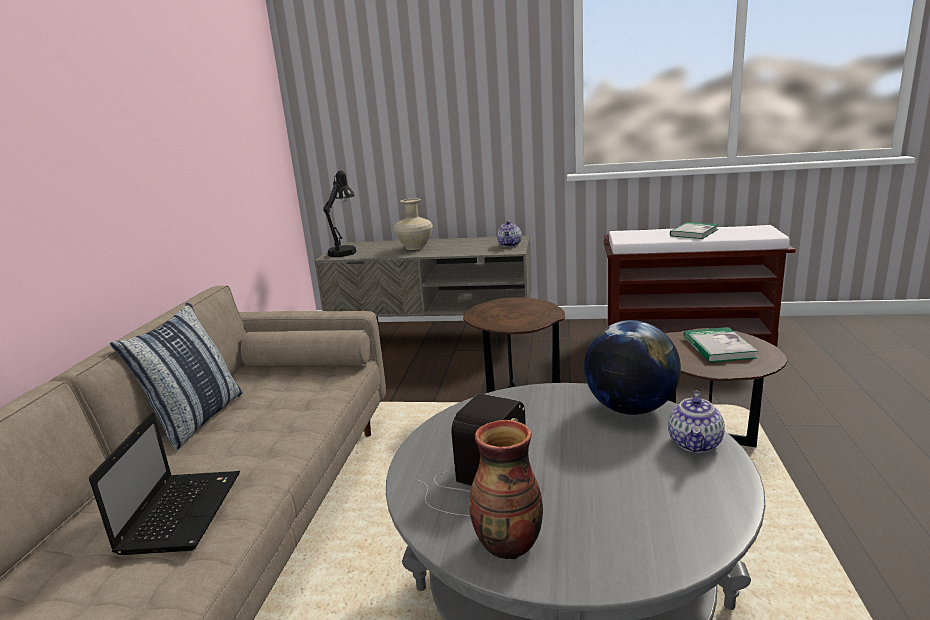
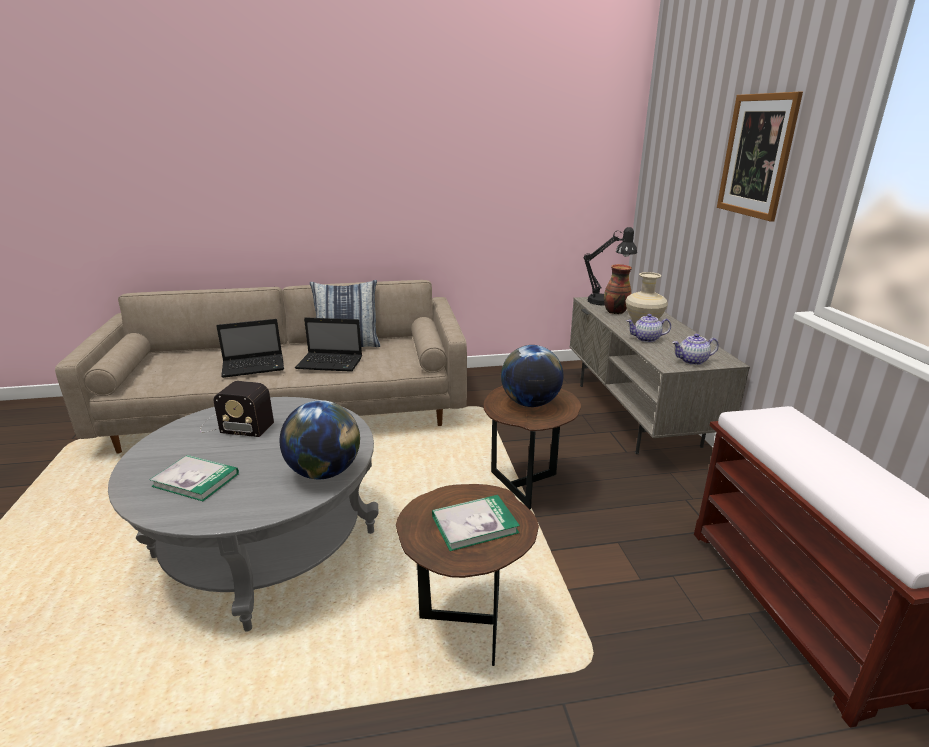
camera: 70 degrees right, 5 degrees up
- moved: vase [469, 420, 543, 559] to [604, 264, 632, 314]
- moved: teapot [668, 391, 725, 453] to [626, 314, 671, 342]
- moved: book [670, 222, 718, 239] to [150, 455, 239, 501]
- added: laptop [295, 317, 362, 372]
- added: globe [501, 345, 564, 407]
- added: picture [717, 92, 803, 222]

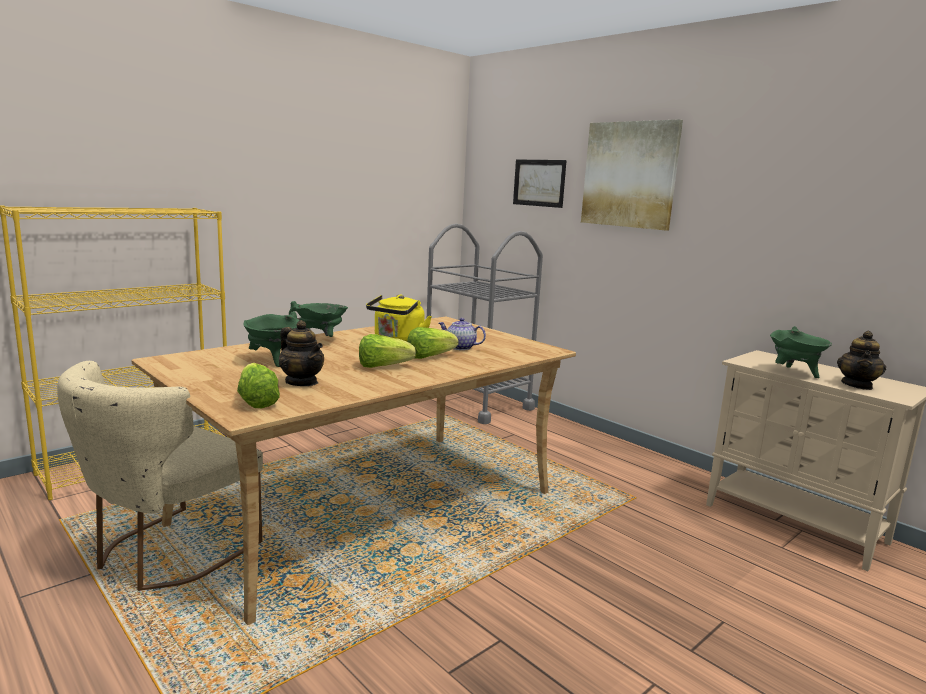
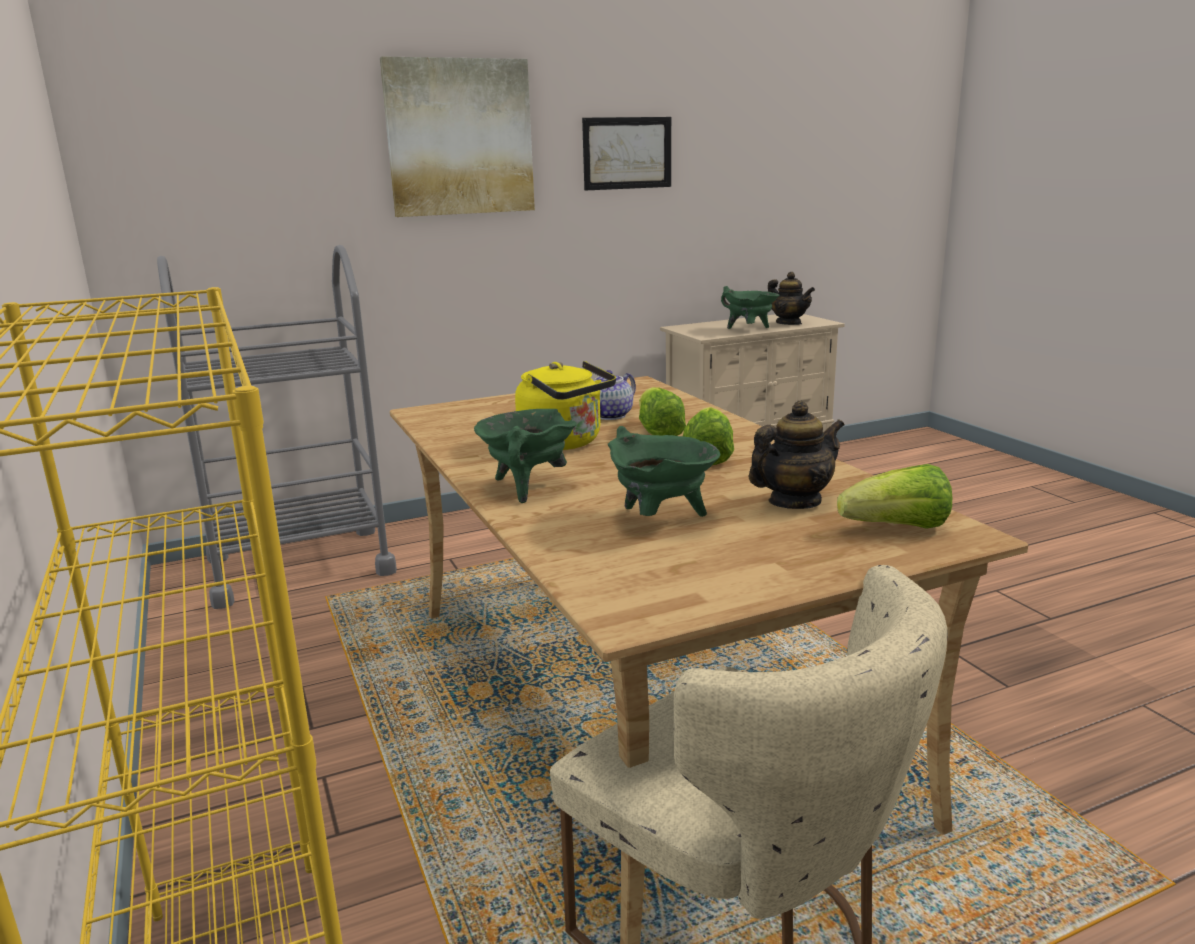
camera: 70 degrees left, 5 degrees up
- moved: picture [513, 160, 567, 208] to [582, 117, 671, 191]

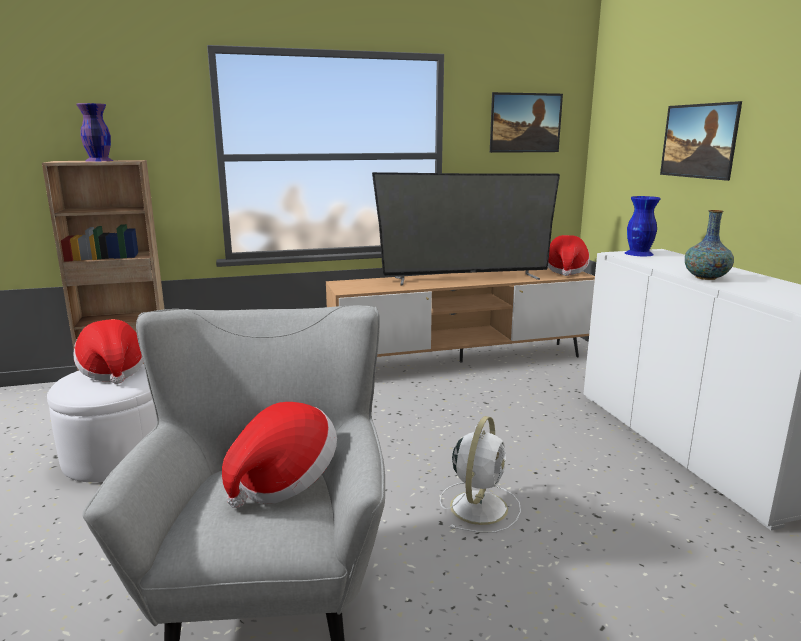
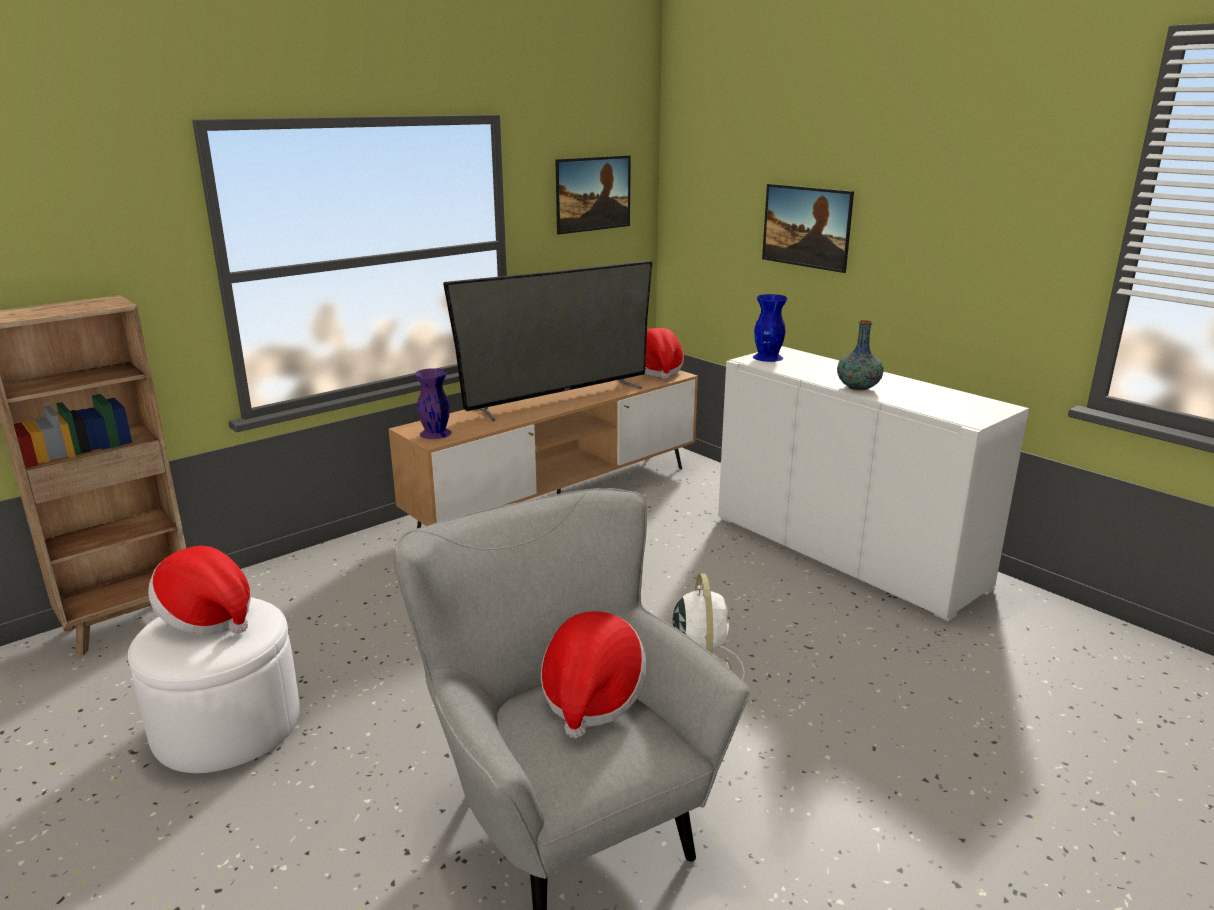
camera: 25 degrees left, 5 degrees up
- moved: vase (purple) [76, 103, 114, 161] to [415, 368, 451, 439]

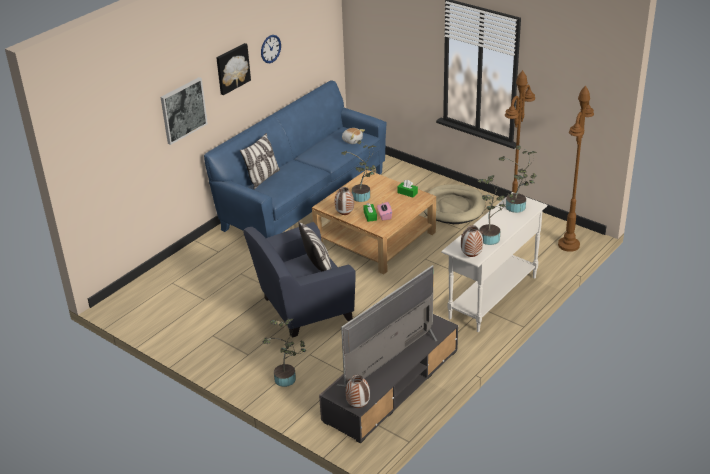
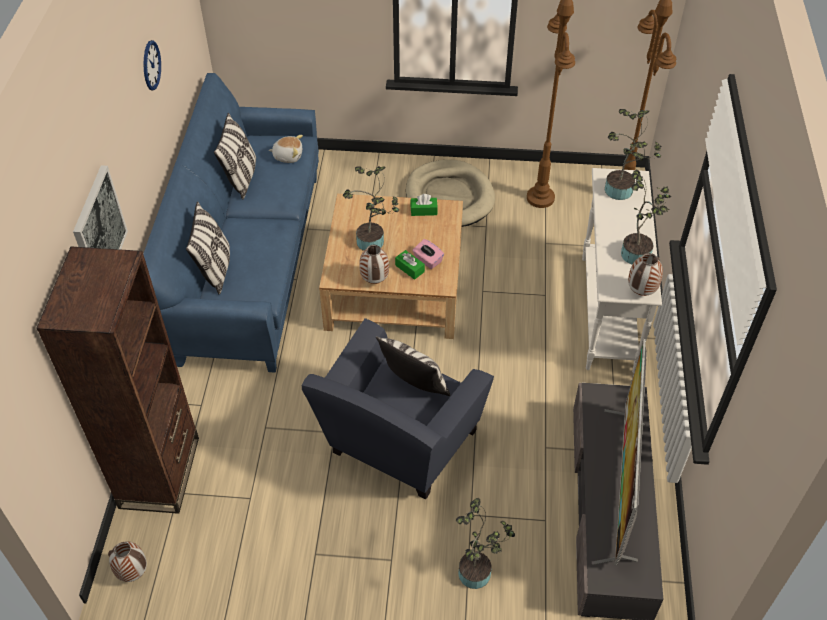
camera: 35 degrees left, 15 degrees up
- removed: picture [216, 43, 251, 95]
- moved: vase [346, 375, 370, 408] to [108, 541, 147, 582]
- added: bookcase (brown) [36, 247, 199, 514]
- added: pillow [214, 113, 256, 200]

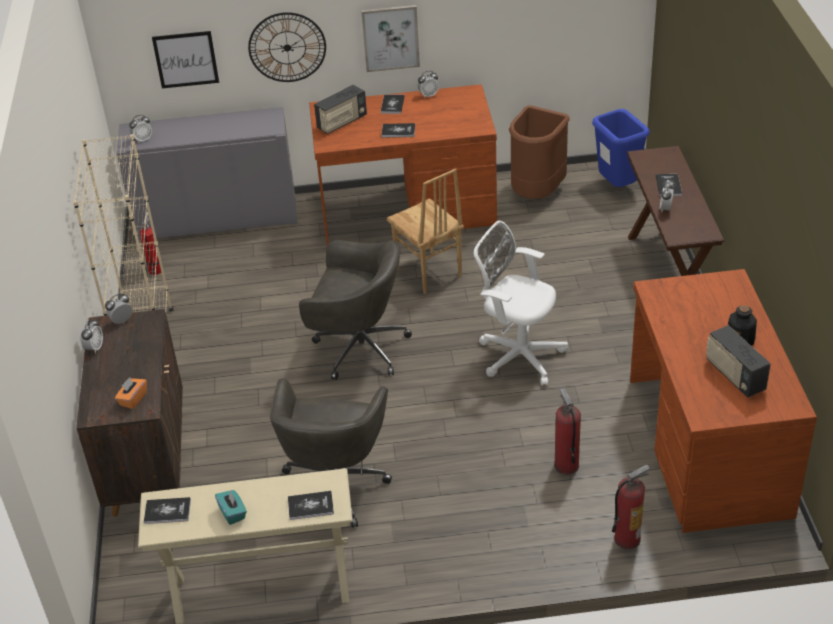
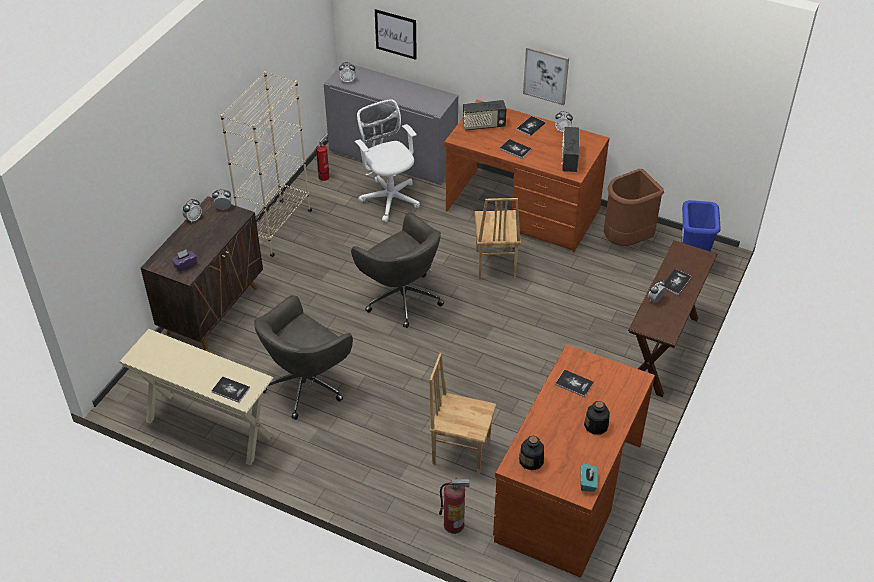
camera: 30 degrees right, 5 degrees up
- recoloured: tissue box (orange) [115, 377, 147, 409] to tissue box (purple) [171, 250, 197, 272]
- moved: book [144, 497, 191, 524] to [555, 370, 594, 397]
- moved: tissue box (turquoise) [215, 490, 247, 525] to [580, 463, 598, 492]
- removed: wall clock [248, 12, 326, 82]
- moved: office chair (white) [474, 221, 568, 386] to [355, 99, 420, 222]
- replaced: fire extinguisher [554, 388, 581, 475] to chair (brown) [430, 353, 497, 475]
- moved: radio [706, 325, 771, 398] to [561, 127, 579, 172]
- added: bottle [519, 436, 544, 470]

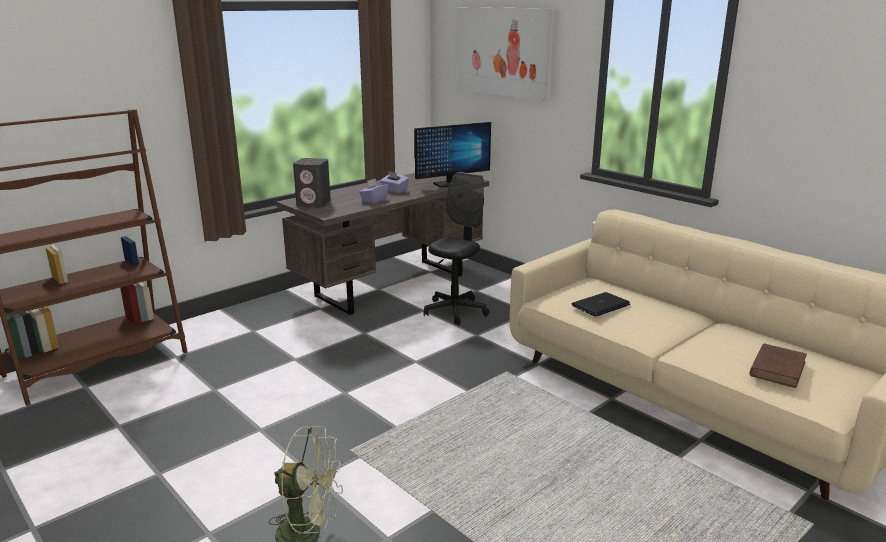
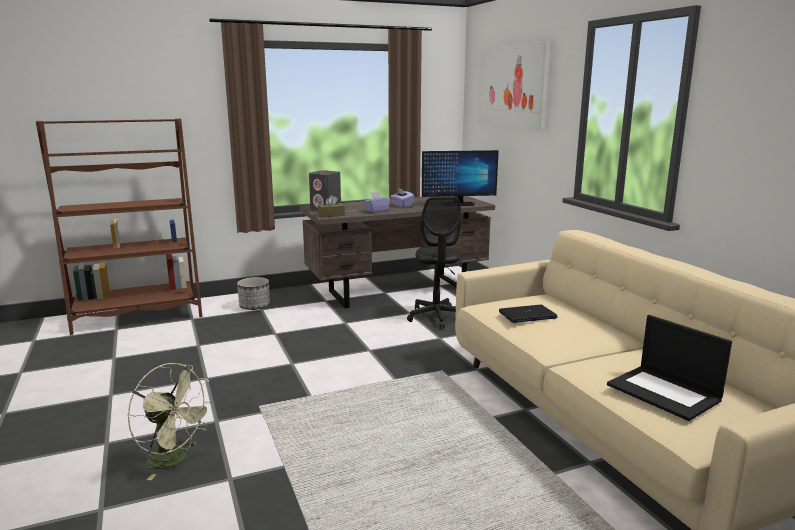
camera: 20 degrees right, 5 degrees down
- turned: office chair (black) [424, 172, 489, 325] = [407, 197, 462, 329] 120 degrees clockwise
- replaced: book (brown) [750, 343, 807, 388] to laptop [607, 315, 732, 421]
- added: planter [237, 277, 270, 310]
- added: tissue box (brown) [318, 195, 345, 217]

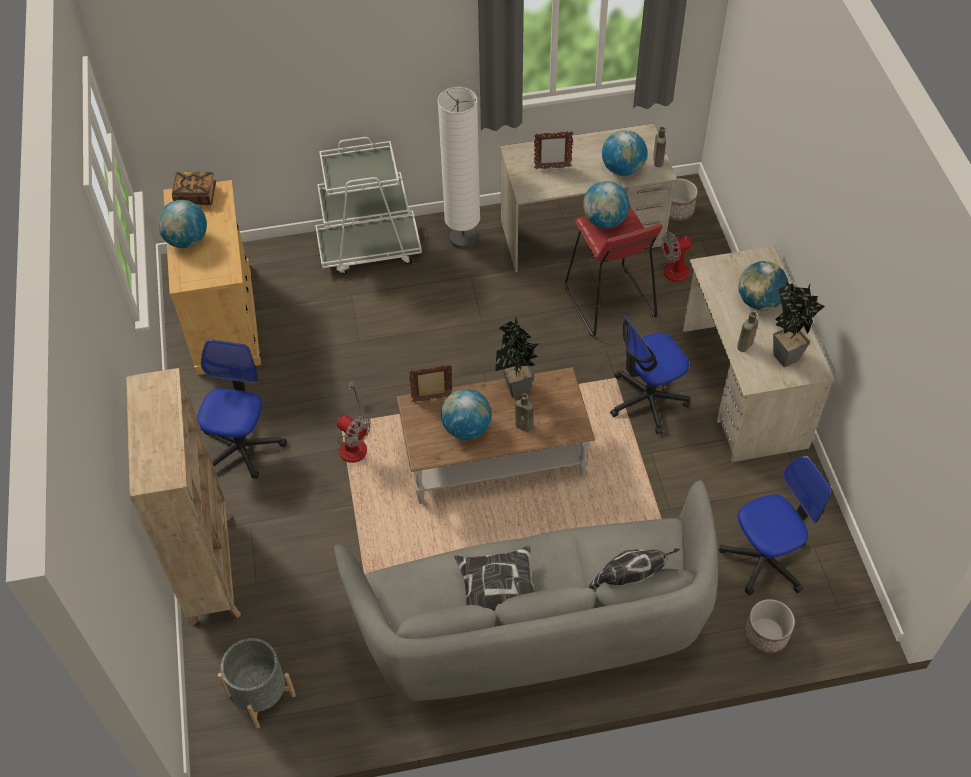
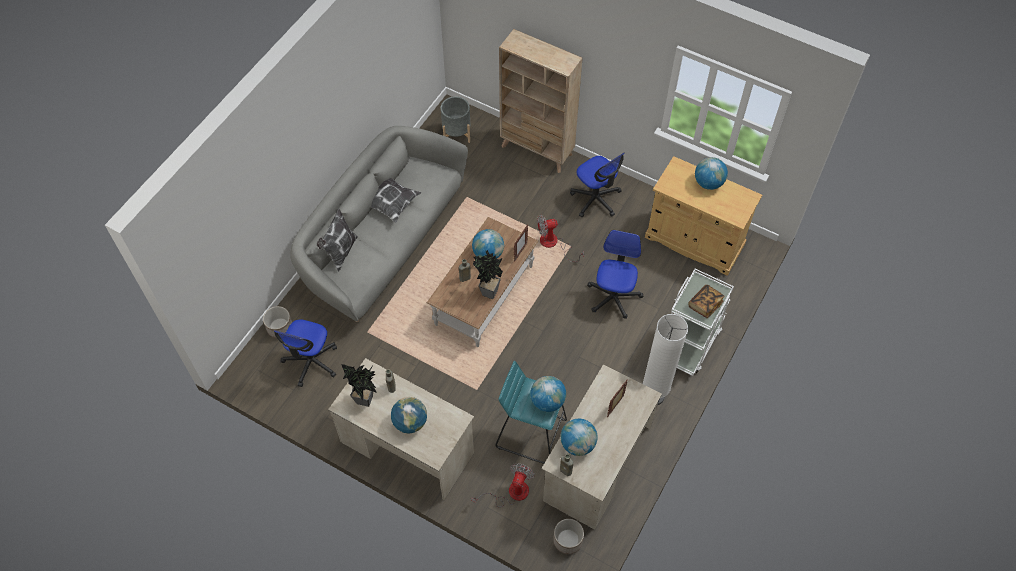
camera: 130 degrees right, 5 degrees up
- moved: book [172, 172, 216, 205] to [688, 285, 724, 318]
- recoloured: stool (red) [565, 206, 662, 337] to stool (turquoise) [495, 361, 567, 464]
- moved: office chair [610, 314, 690, 434] to [587, 230, 643, 319]

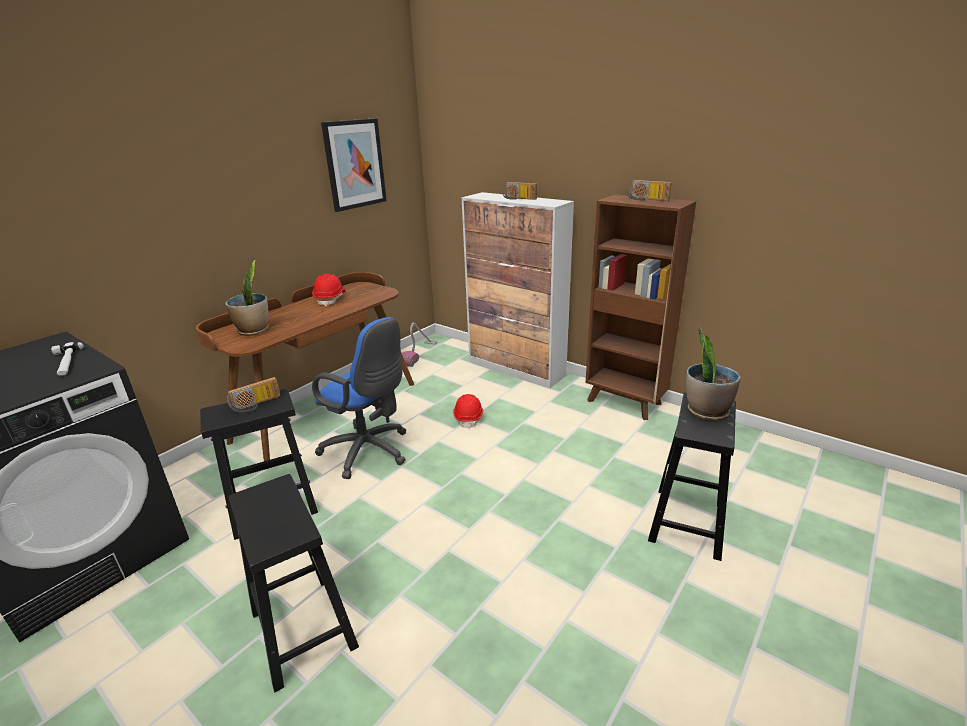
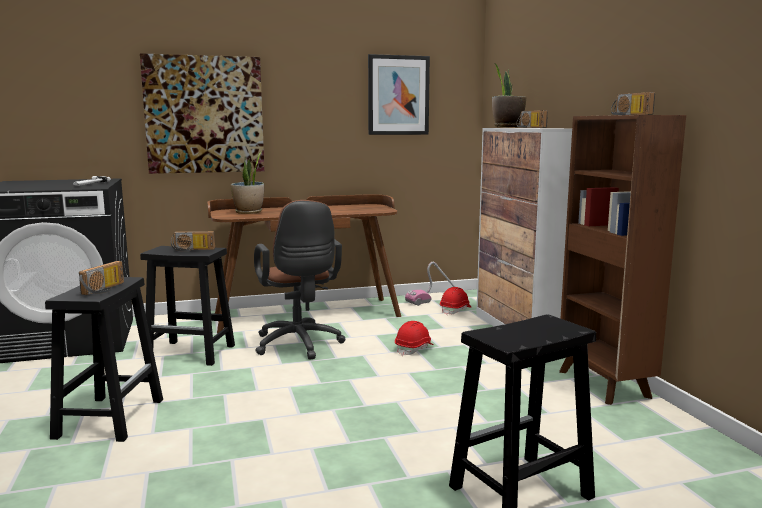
camera: 35 degrees right, 15 degrees down
- moved: hard hat (red) [312, 274, 345, 306] to [440, 287, 471, 315]
- recoloured: office chair (blue) [312, 317, 407, 479] to office chair (brown) [254, 200, 345, 360]
- moved: potted plant [686, 327, 741, 421] to [492, 64, 526, 128]
- added: radio [79, 261, 124, 295]
- added: picture [140, 53, 264, 174]

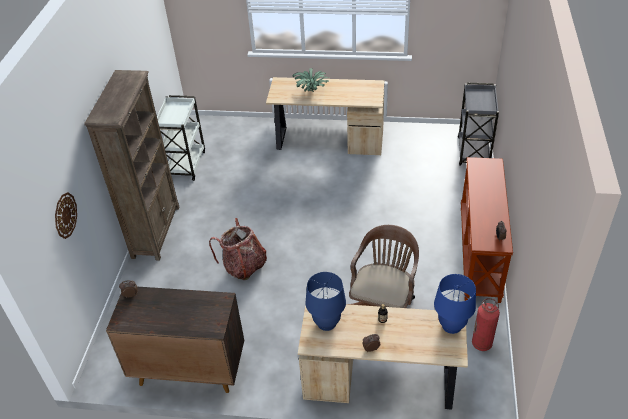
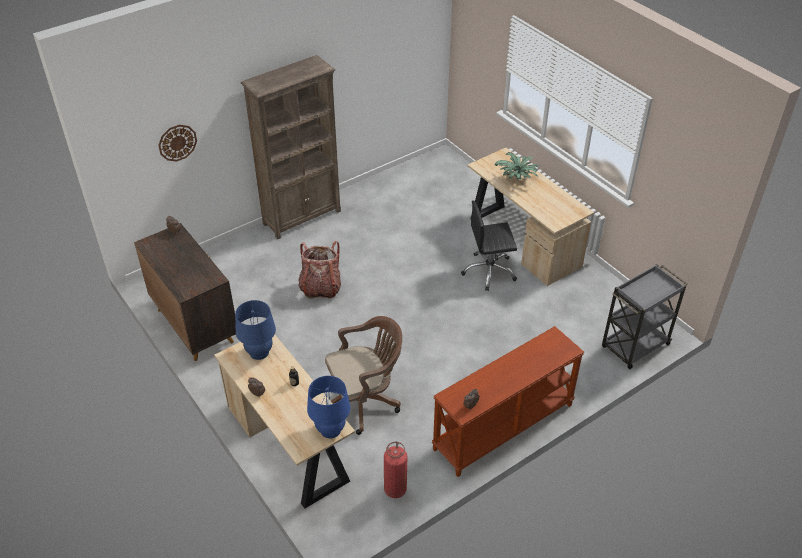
camera: 45 degrees right, 0 degrees up
- removed: cart (white) [157, 95, 205, 181]
- added: office chair (black) [461, 200, 517, 291]

